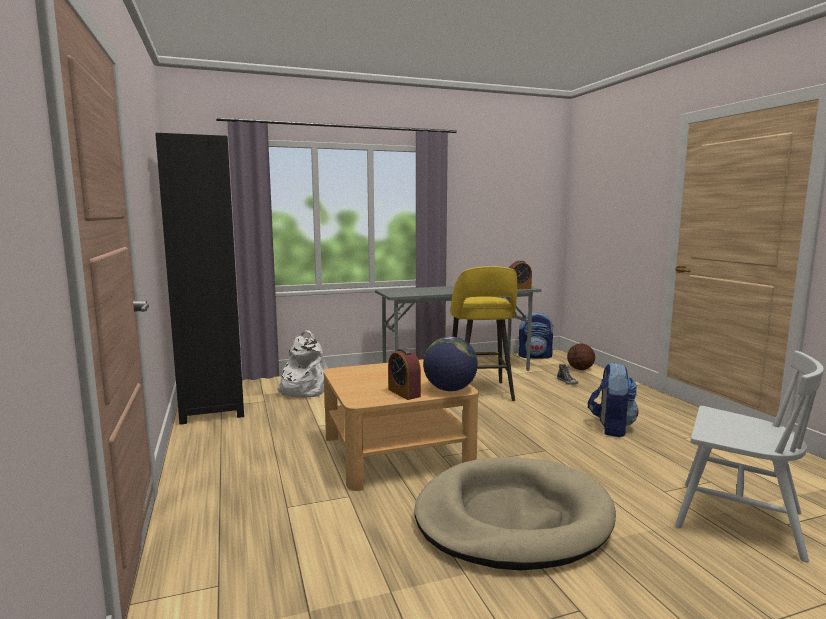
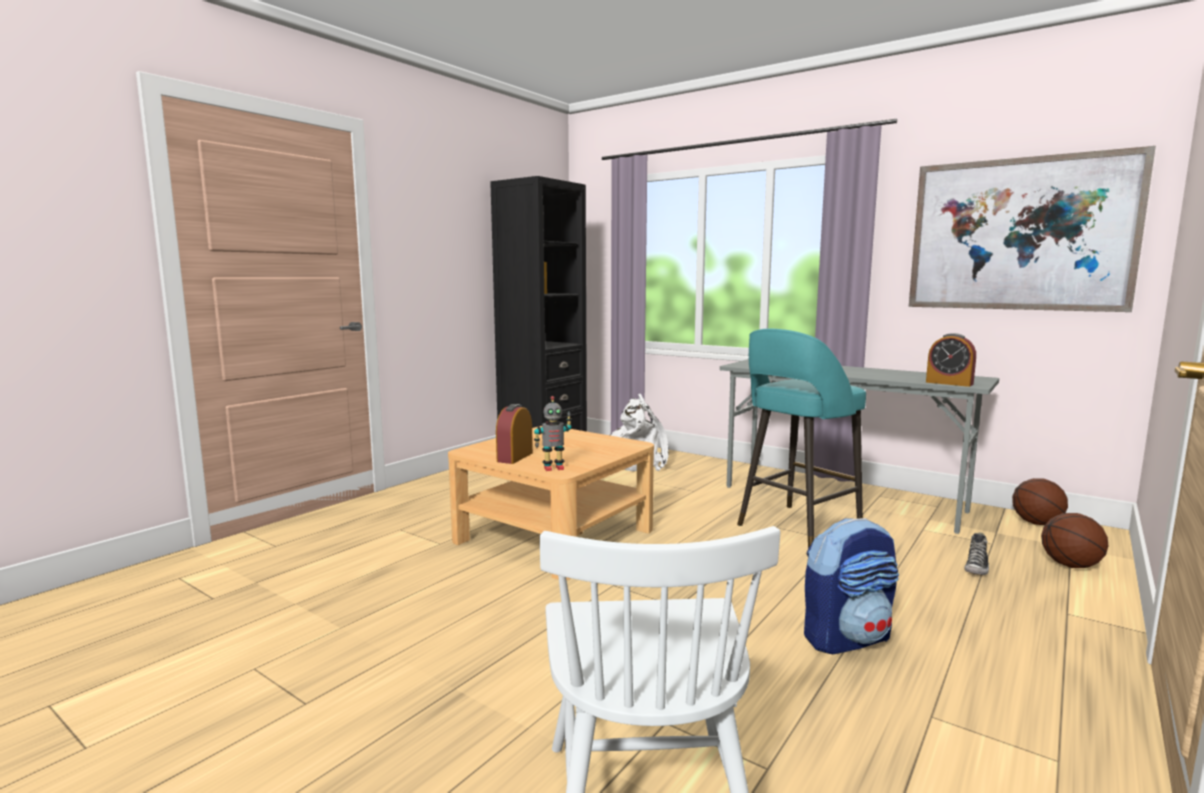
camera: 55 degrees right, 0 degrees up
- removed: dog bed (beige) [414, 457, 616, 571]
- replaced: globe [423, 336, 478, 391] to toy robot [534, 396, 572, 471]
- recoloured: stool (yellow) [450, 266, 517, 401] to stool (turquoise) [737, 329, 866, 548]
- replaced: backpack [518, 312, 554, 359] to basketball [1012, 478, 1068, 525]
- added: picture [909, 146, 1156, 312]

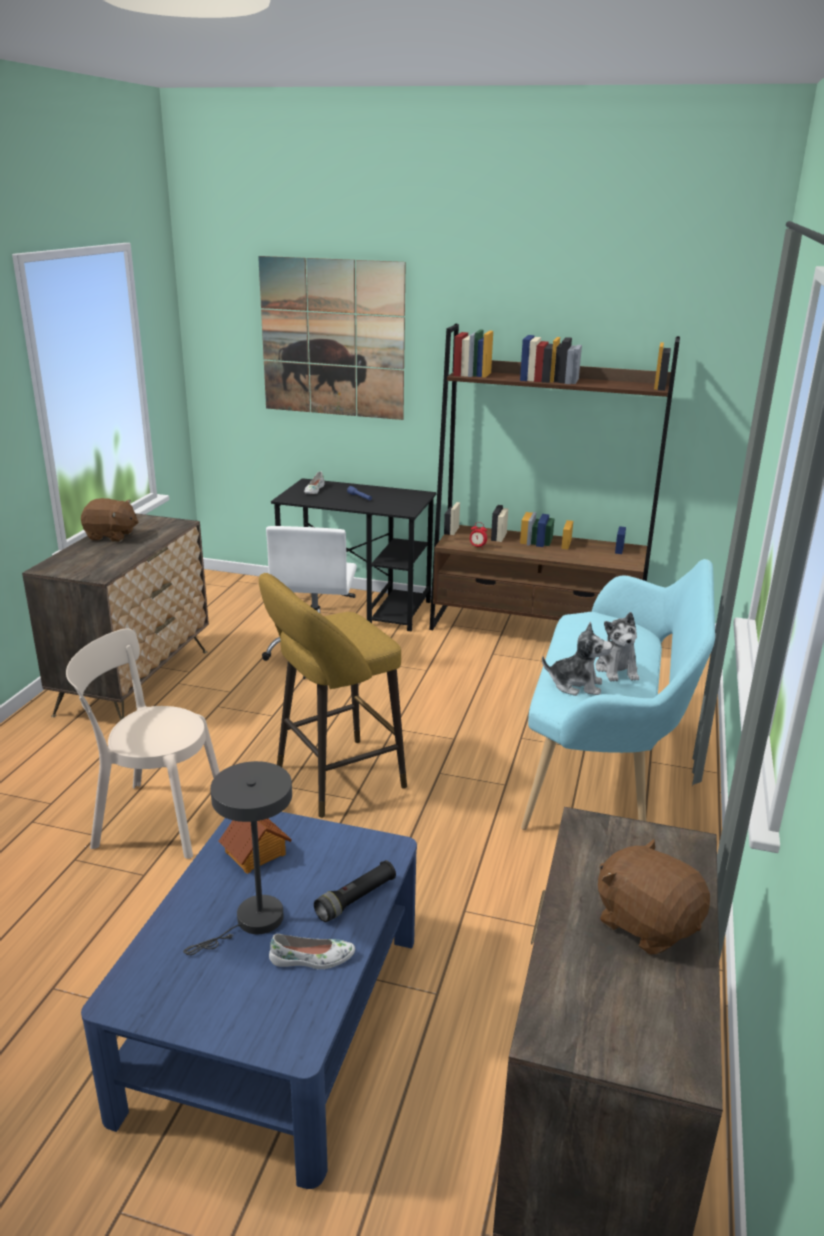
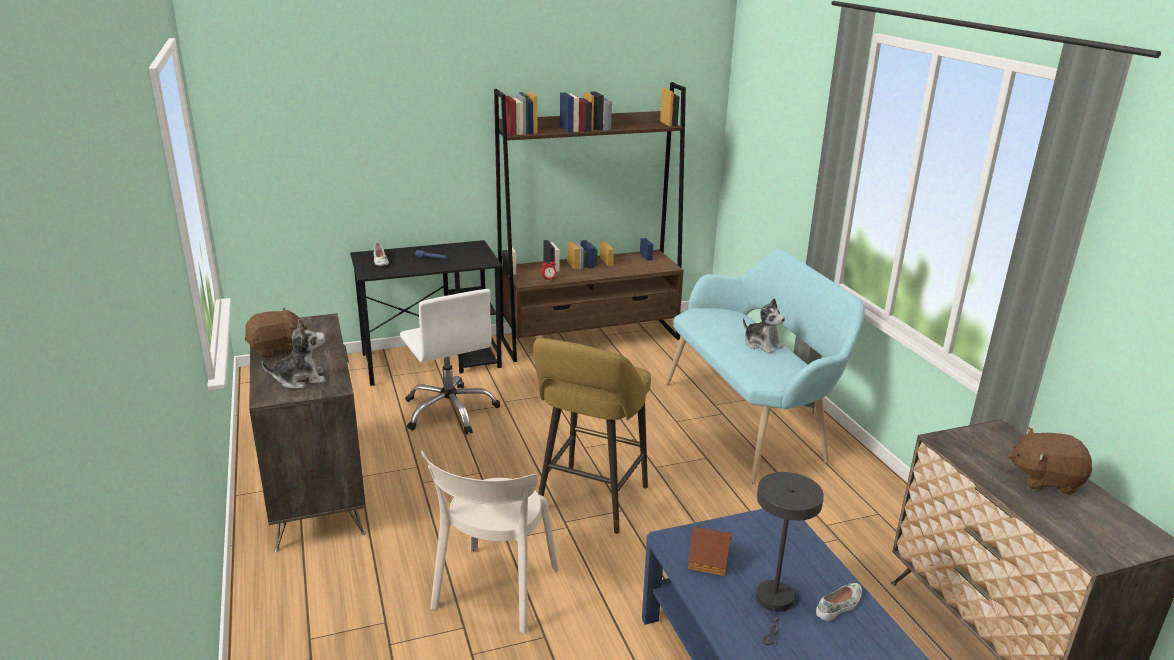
camera: 35 degrees left, 0 degrees up
- turned: chair (beige) [66, 628, 220, 859] = [421, 450, 559, 633] 45 degrees counterclockwise
- removed: picture [258, 256, 406, 420]
- removed: flashlight (black) [314, 860, 396, 922]
- moved: plush toy [542, 622, 613, 696] to [262, 319, 326, 389]

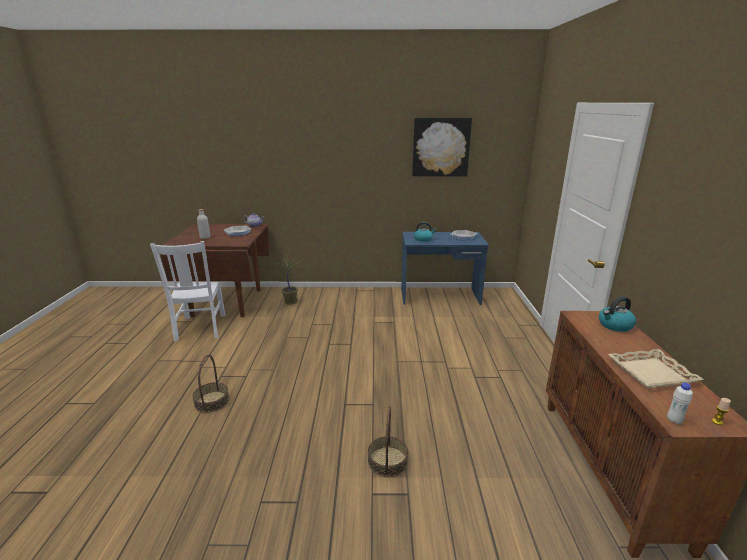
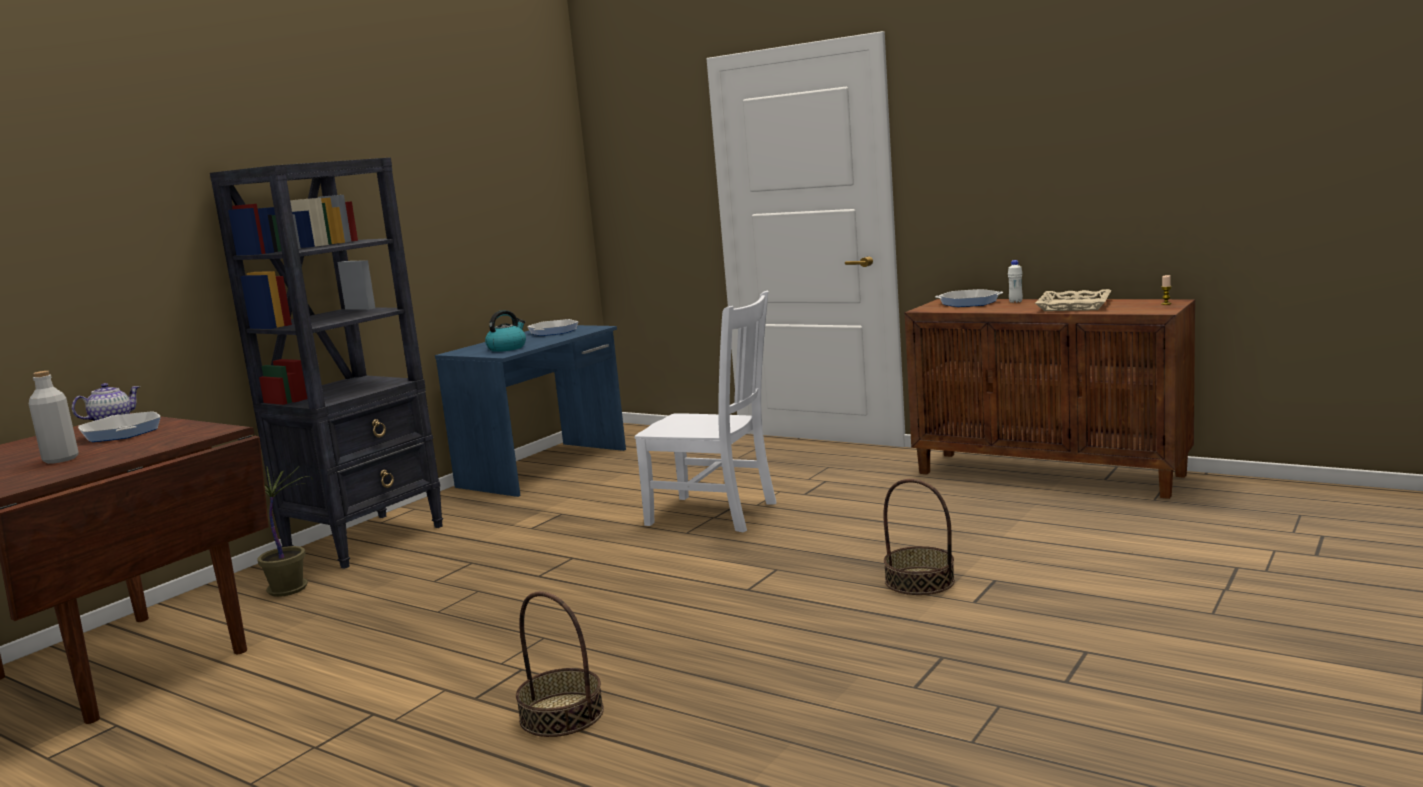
camera: 55 degrees left, 10 degrees down
- moved: chair (white) [150, 241, 225, 342] to [634, 291, 777, 532]
- removed: picture [412, 118, 472, 176]
- replaced: kettle [599, 296, 636, 332] to frying pan [935, 289, 1003, 307]
- moved: bottle (white) [667, 383, 693, 424] to [1008, 260, 1023, 303]
- added: bookcase (black) [210, 157, 443, 569]

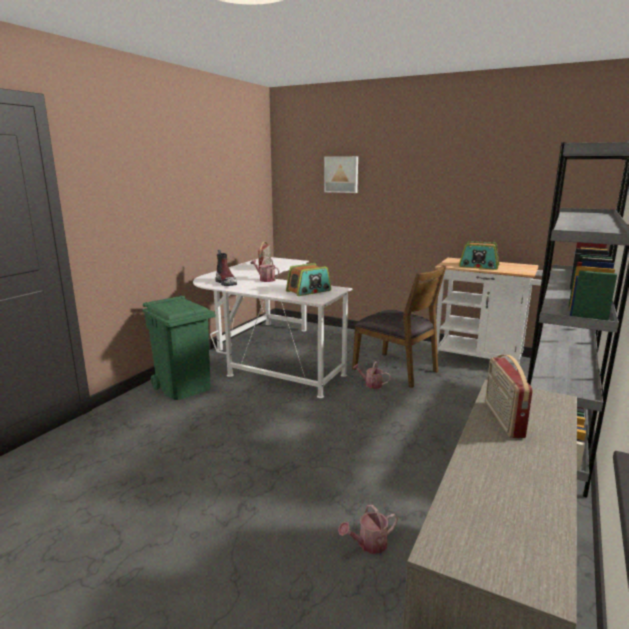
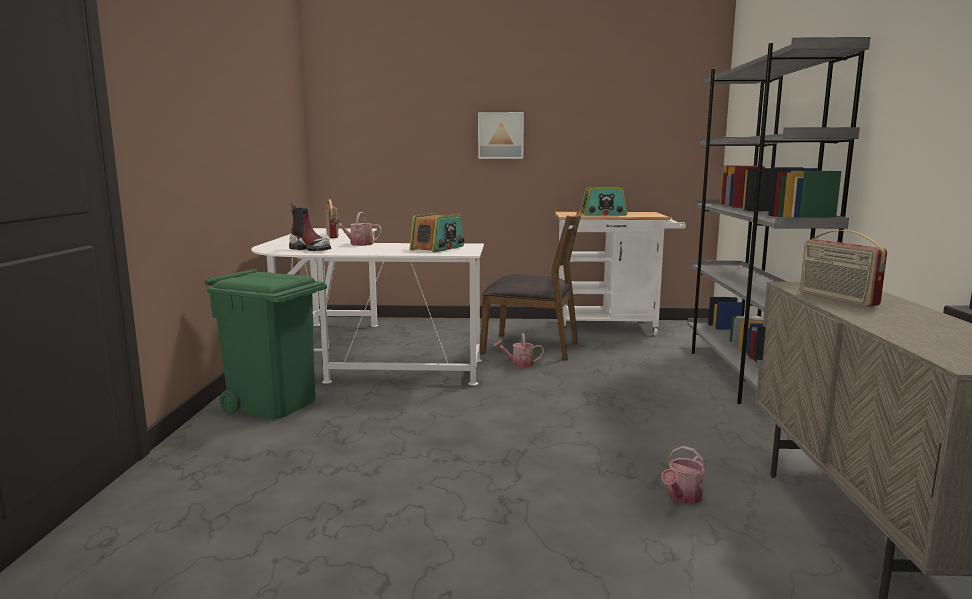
camera: 25 degrees left, 5 degrees down
- moved: picture [324, 156, 358, 193] to [478, 112, 524, 159]

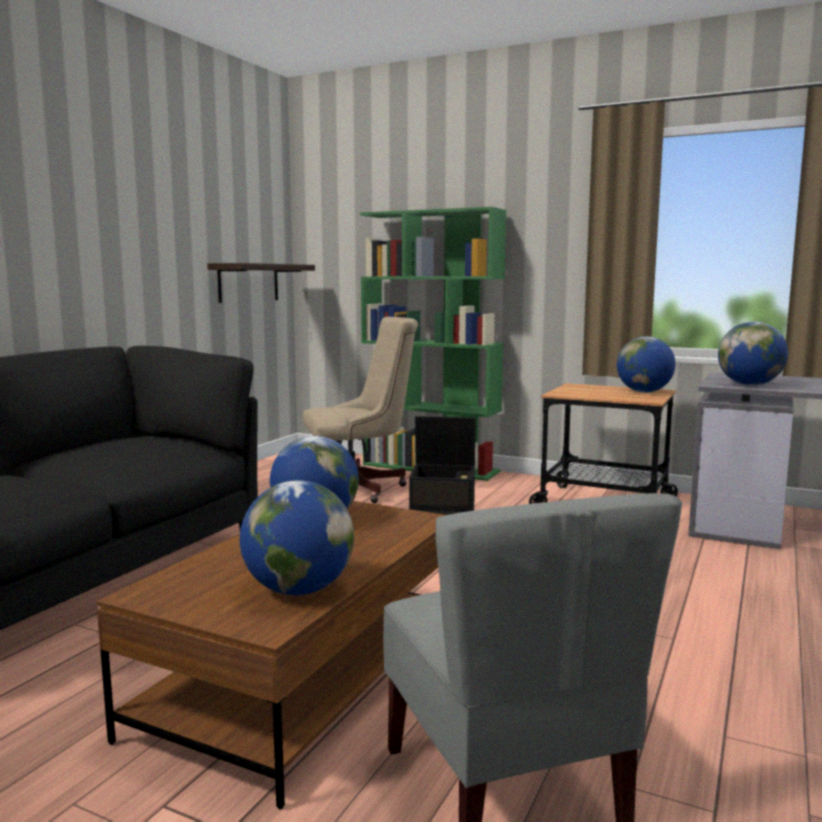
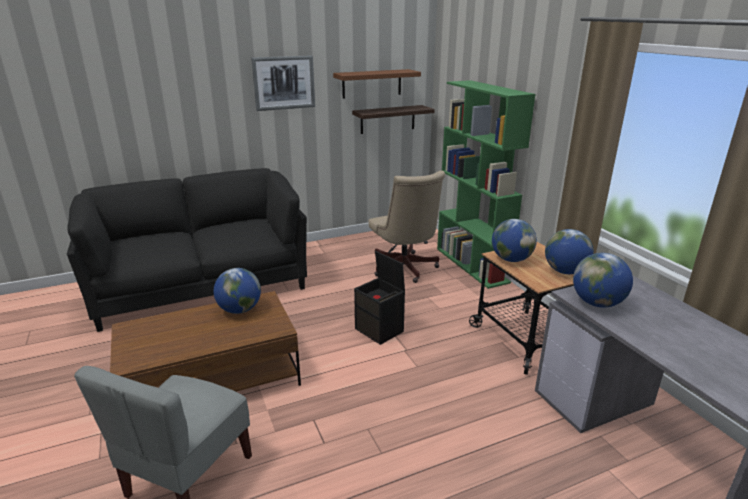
camera: 40 degrees right, 15 degrees up
- moved: globe [240, 480, 354, 595] to [492, 219, 537, 262]
- turned: office chair (beige) [303, 317, 418, 503] = [368, 170, 445, 283] 45 degrees clockwise
- added: picture [251, 55, 315, 111]
- added: shelf (brown) [333, 69, 421, 99]

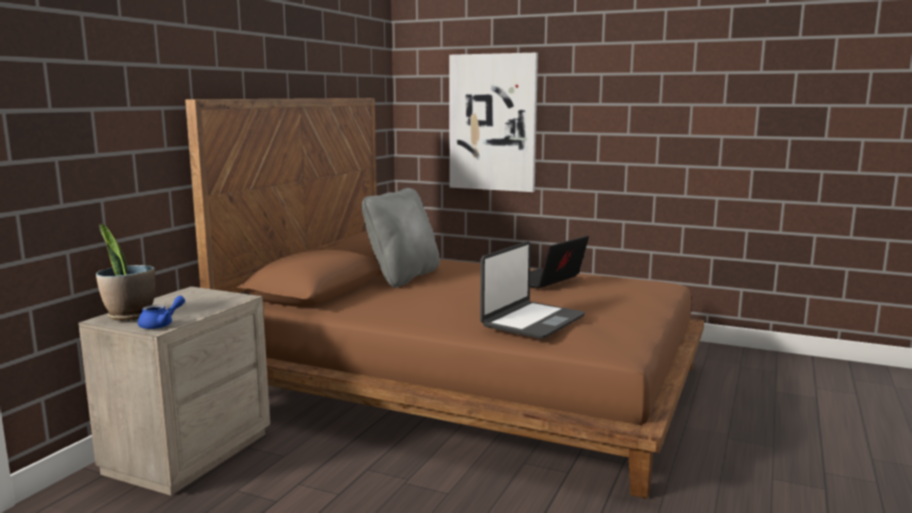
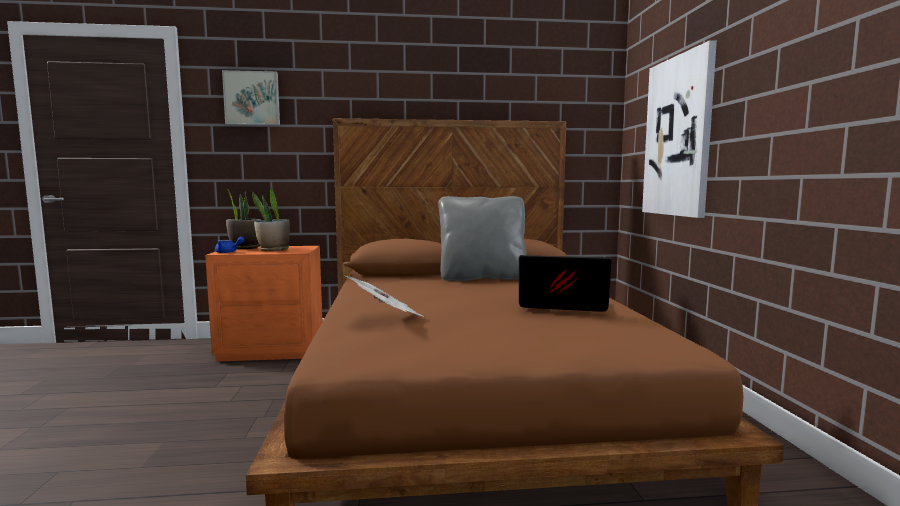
camera: 60 degrees right, 5 degrees down
- recoloured: nightstand (beige) [78, 286, 270, 495] to nightstand (orange) [205, 246, 323, 362]
- replaced: laptop [480, 241, 585, 339] to newspaper [343, 275, 425, 317]
- added: picture [222, 70, 280, 125]
- added: potted plant [252, 188, 290, 251]

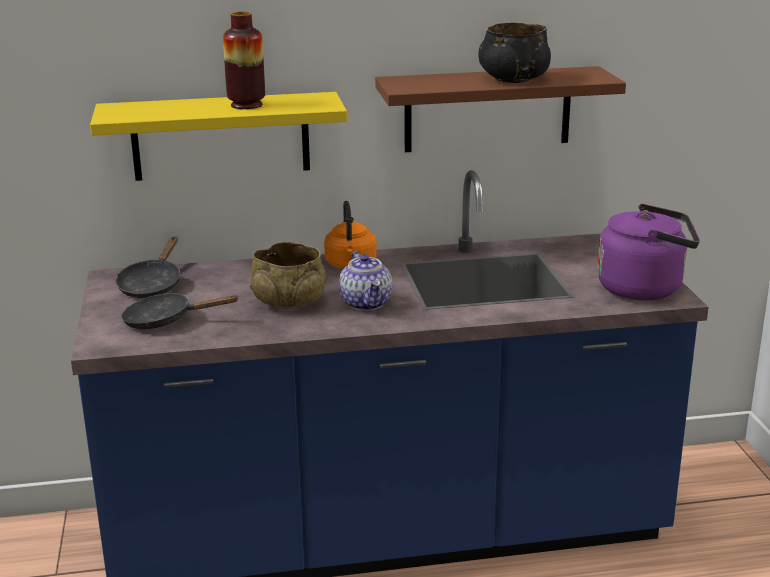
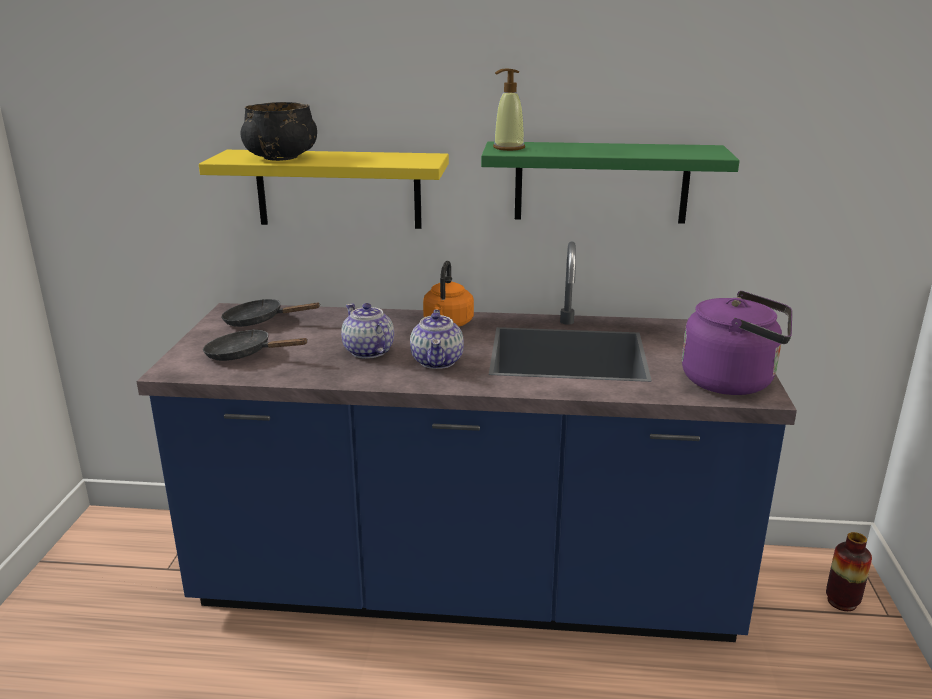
camera: 15 degrees right, 0 degrees up
- turned: frying pan (black) [115, 237, 180, 298] = [221, 299, 321, 327] 75 degrees clockwise
- moved: vase [223, 12, 265, 109] to [826, 532, 872, 611]
- replaced: bowl (beige) [250, 242, 325, 309] to teapot [341, 303, 394, 359]
- recoloured: shelf (brown) [375, 66, 626, 152] to shelf (green) [481, 141, 740, 224]
- moved: bowl (black) [478, 23, 551, 83] to [241, 102, 317, 161]
- added: soap dispenser [493, 68, 525, 151]

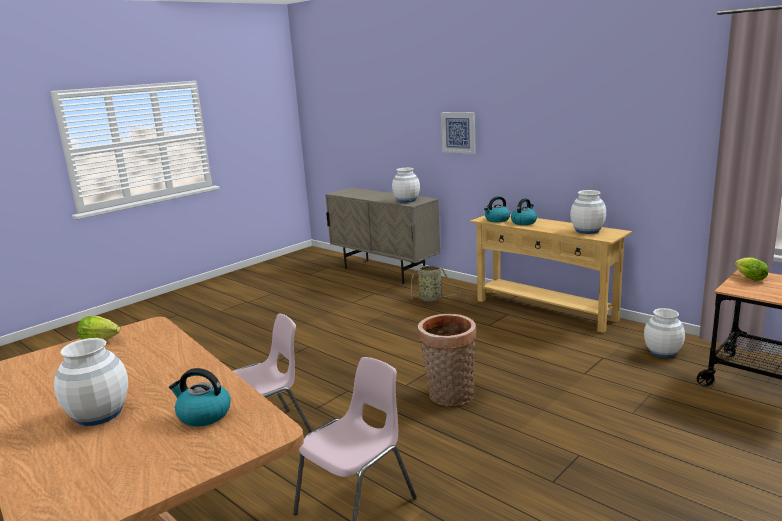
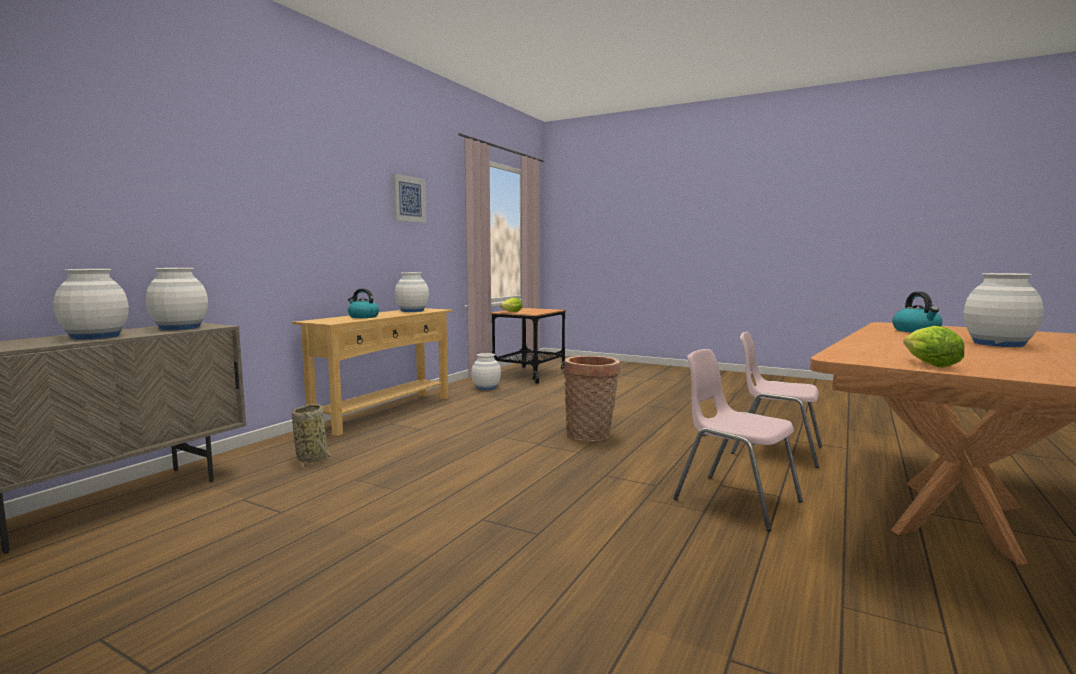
camera: 105 degrees left, 10 degrees down
- moved: picture [441, 112, 476, 154] to [392, 174, 426, 223]
- removed: kettle [484, 196, 510, 222]
- added: vase (white) [54, 269, 129, 340]

